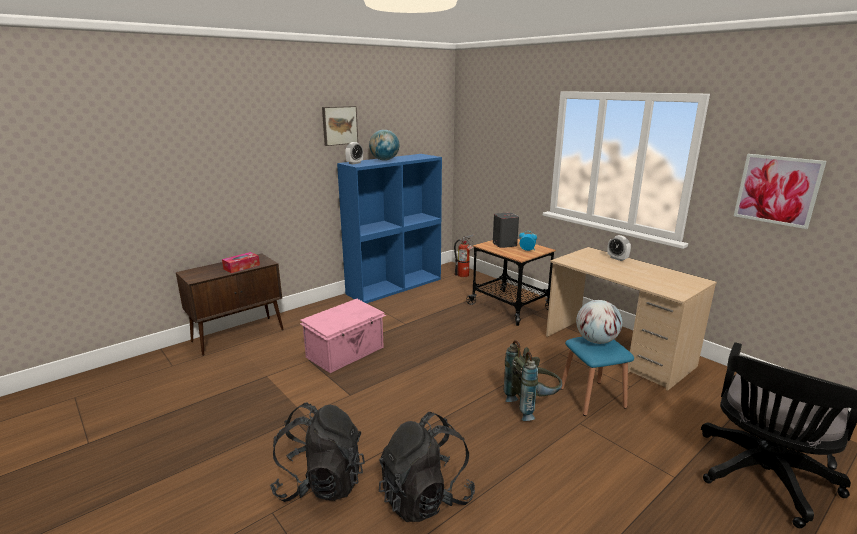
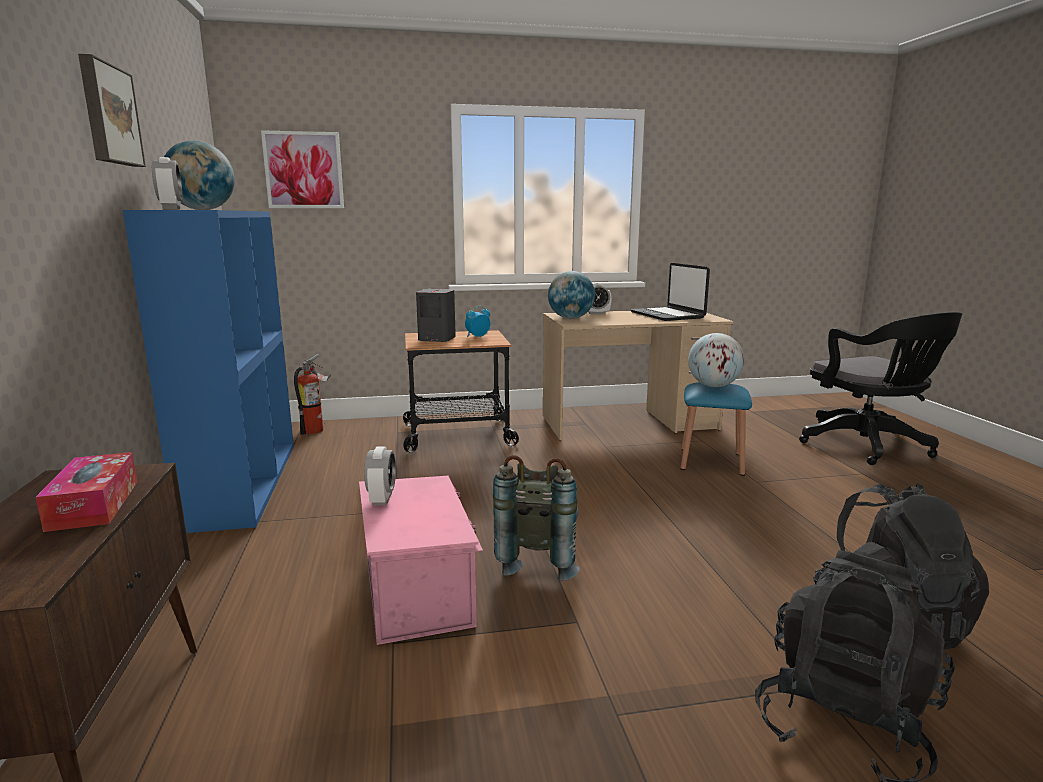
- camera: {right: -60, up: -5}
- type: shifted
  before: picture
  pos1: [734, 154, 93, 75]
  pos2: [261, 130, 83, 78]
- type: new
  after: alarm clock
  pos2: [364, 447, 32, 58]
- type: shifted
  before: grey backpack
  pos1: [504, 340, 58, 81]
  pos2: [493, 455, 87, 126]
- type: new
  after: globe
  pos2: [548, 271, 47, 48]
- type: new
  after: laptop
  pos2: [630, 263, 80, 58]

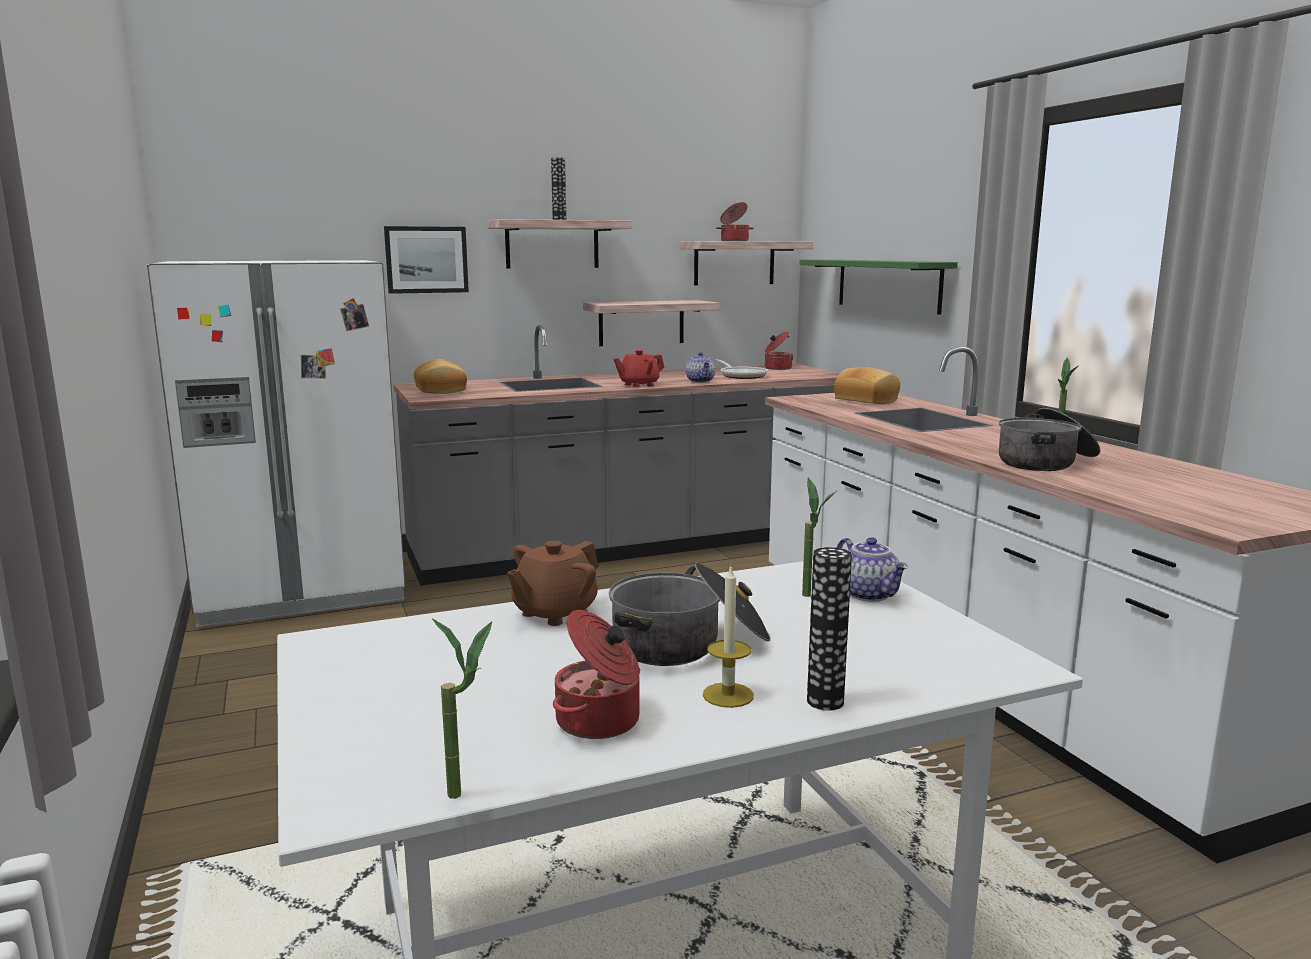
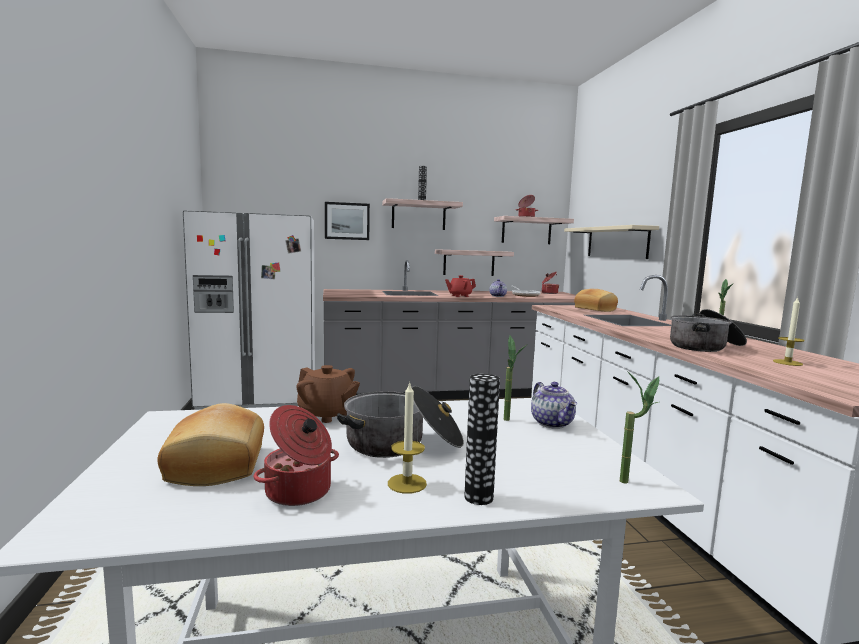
- camera: {right: 10, up: -5}
- type: shifted
  before: bread
  pos1: [414, 359, 53, 35]
  pos2: [157, 403, 107, 83]
- type: rotated
  before: brown teapot
  pos1: [507, 541, 91, 85]
  pos2: [296, 365, 64, 58]
  turn: -105
- type: repainted
  before: green shelf
  after: beige shelf
  pos1: [799, 259, 159, 56]
  pos2: [564, 225, 95, 34]
- type: shifted
  before: potted plant
  pos1: [432, 618, 60, 181]
  pos2: [620, 371, 39, 113]
- type: new
  after: candle
  pos2: [773, 297, 31, 69]

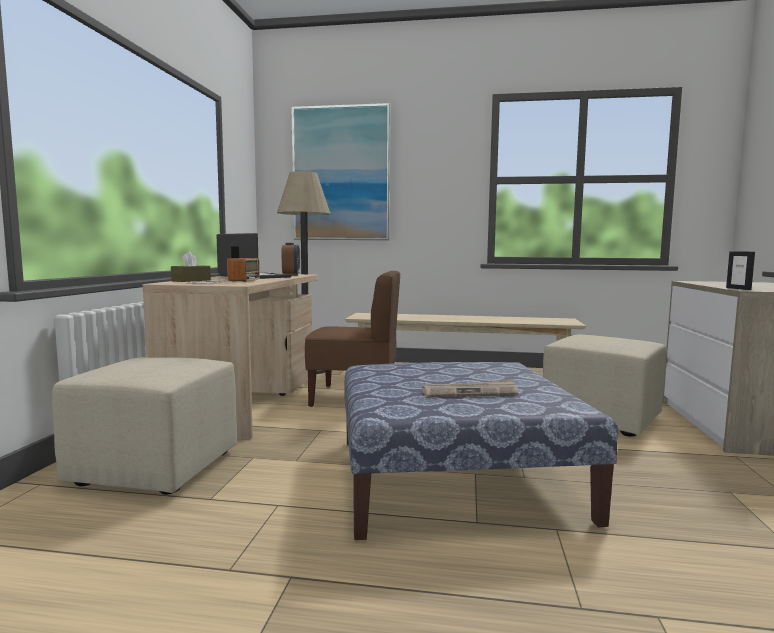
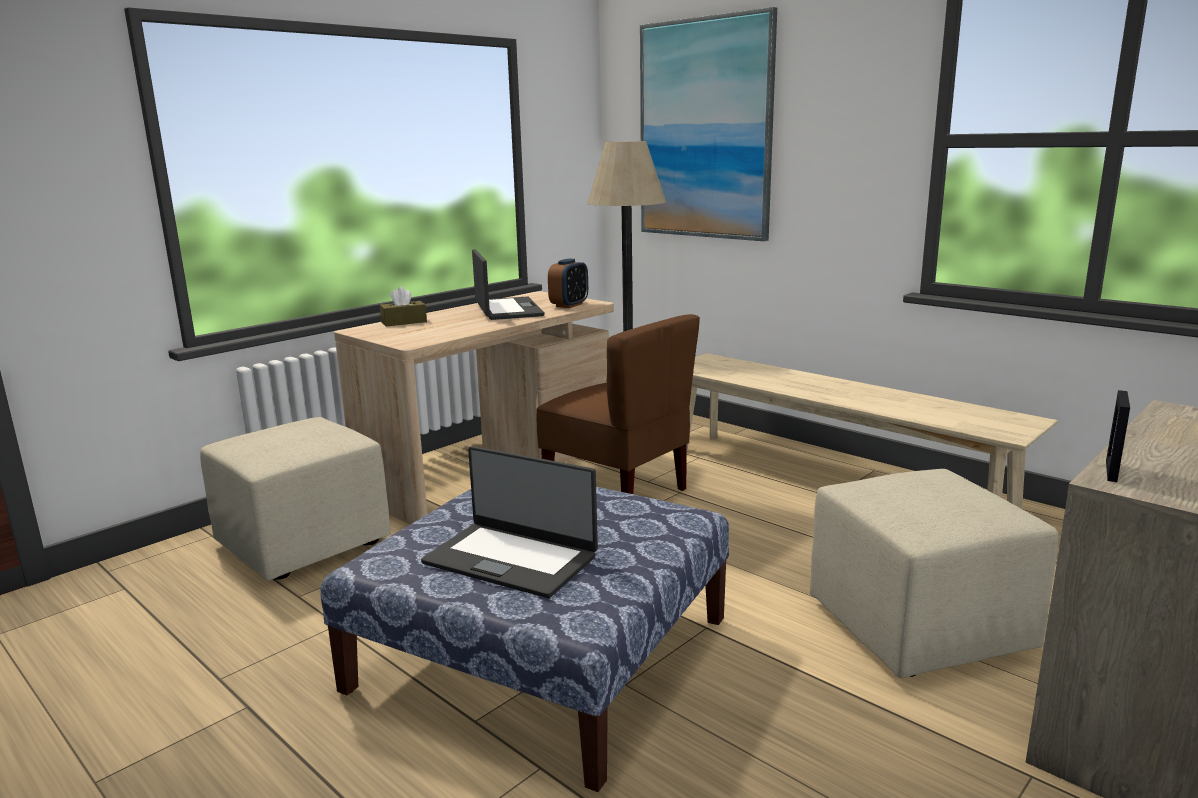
- camera: {right: 35, up: 10}
- type: swapped
  before: newspaper
  after: laptop
  pos1: [422, 379, 96, 18]
  pos2: [421, 446, 177, 152]
- type: gone
  before: radio
  pos1: [187, 258, 73, 26]

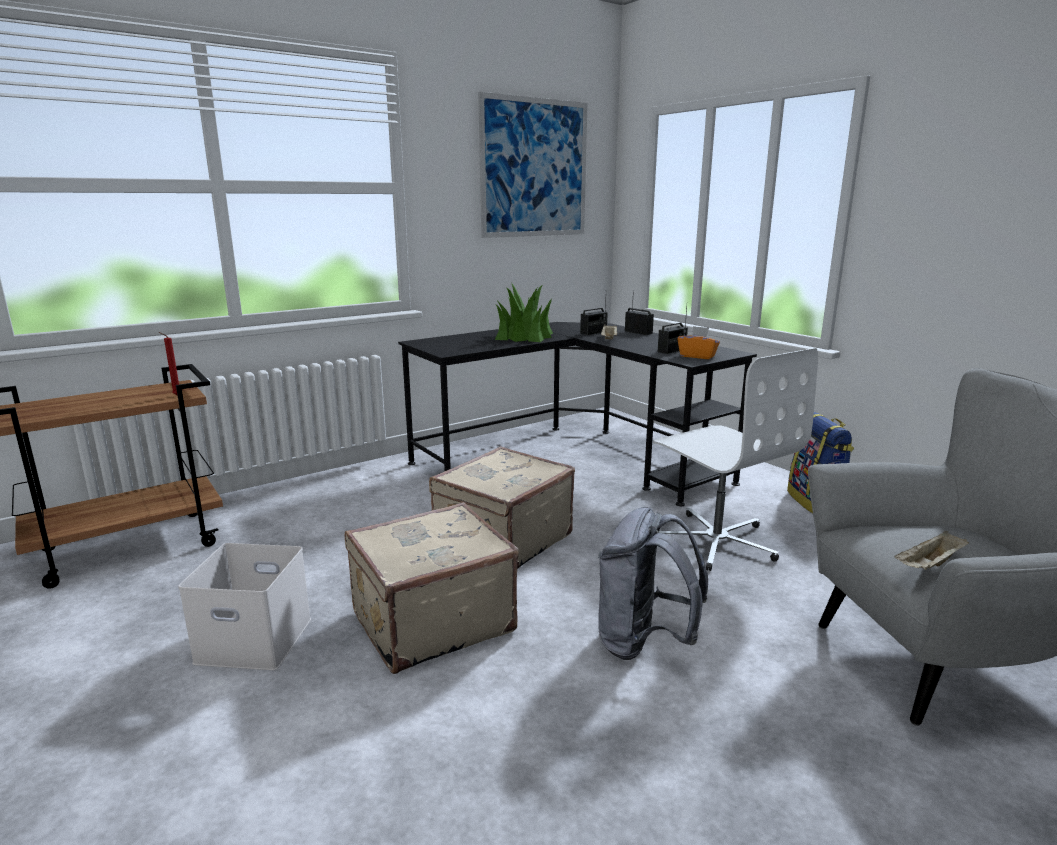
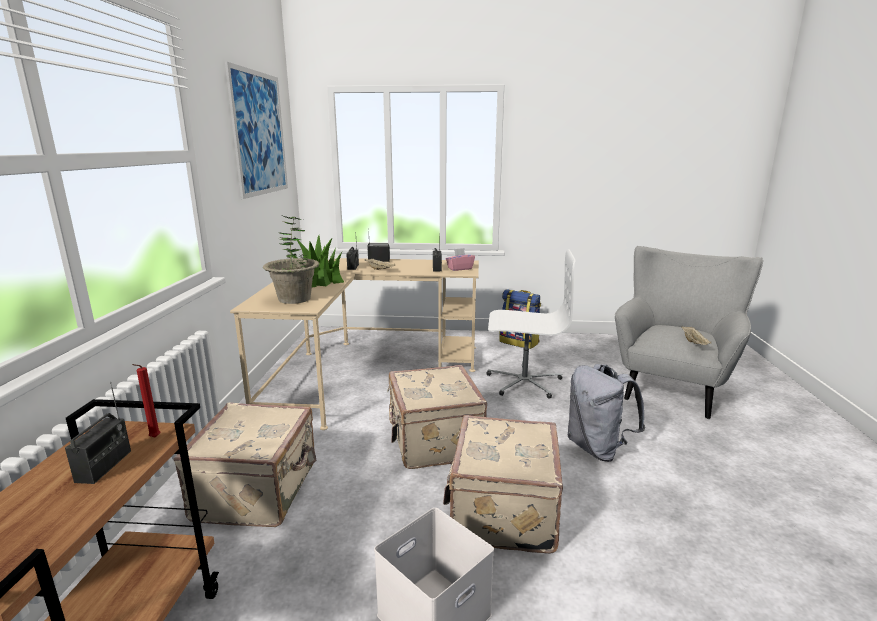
- camera: {right: -50, up: 0}
- type: new
  after: radio
  pos2: [65, 382, 66, 102]
- type: new
  after: beige suitcase
  pos2: [173, 402, 143, 125]
- type: repainted
  before: black desk
  after: beige desk
  pos1: [398, 322, 359, 184]
  pos2: [230, 258, 249, 172]
- type: new
  after: potted plant
  pos2: [263, 215, 56, 89]
- type: repainted
  before: orange tissue box
  after: pink tissue box
  pos1: [677, 326, 43, 33]
  pos2: [446, 248, 29, 23]

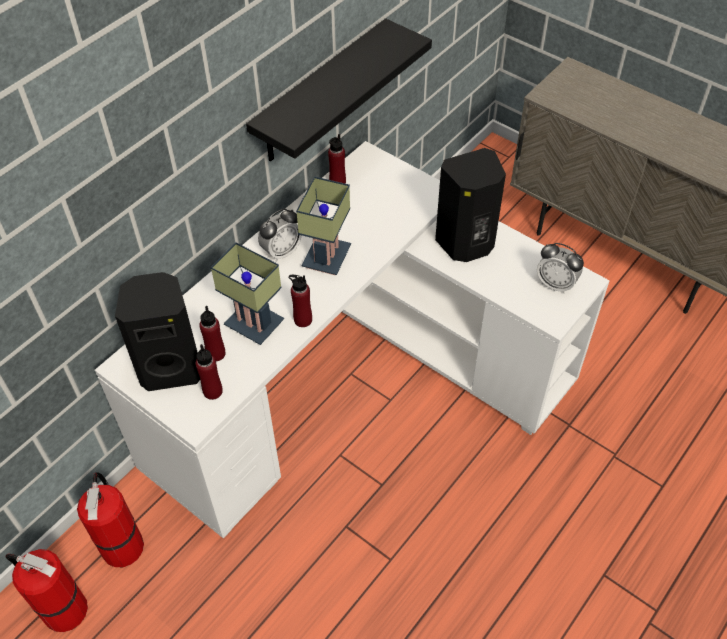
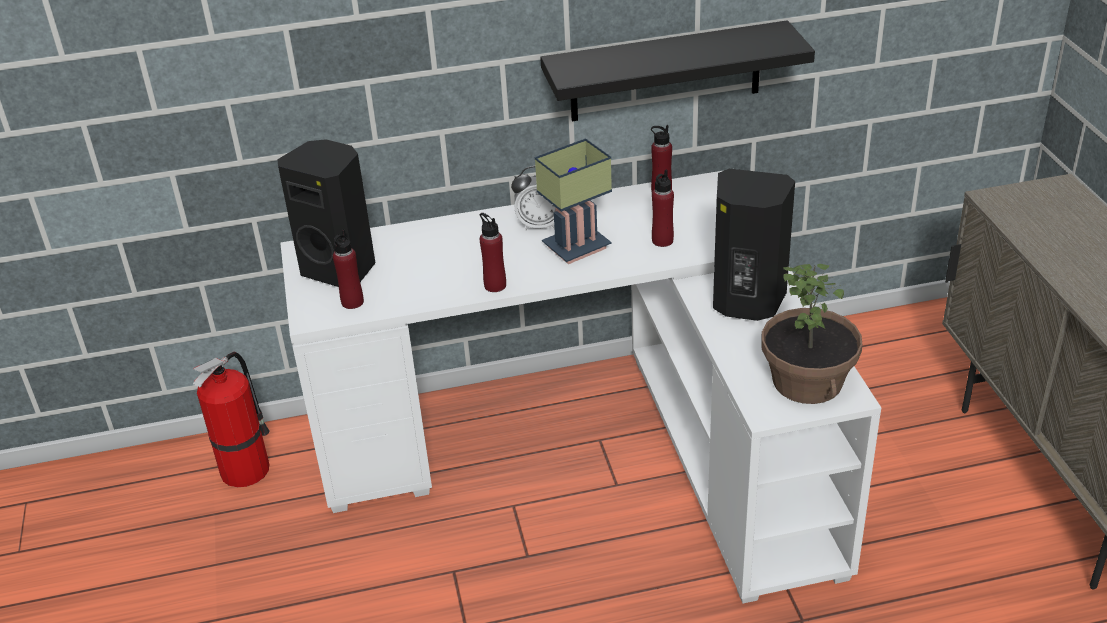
- camera: {right: 40, up: -15}
- type: shifted
  before: red bottle
  pos1: [199, 306, 26, 55]
  pos2: [652, 170, 22, 77]
- type: swapped
  before: alarm clock
  after: potted plant
  pos1: [537, 243, 47, 51]
  pos2: [761, 264, 101, 140]
- type: gone
  before: fire extinguisher
  pos1: [6, 549, 82, 83]
- type: gone
  before: table lamp
  pos1: [211, 243, 73, 102]

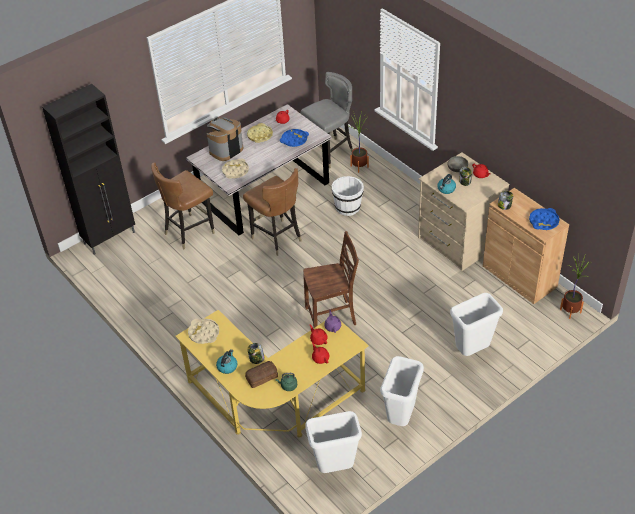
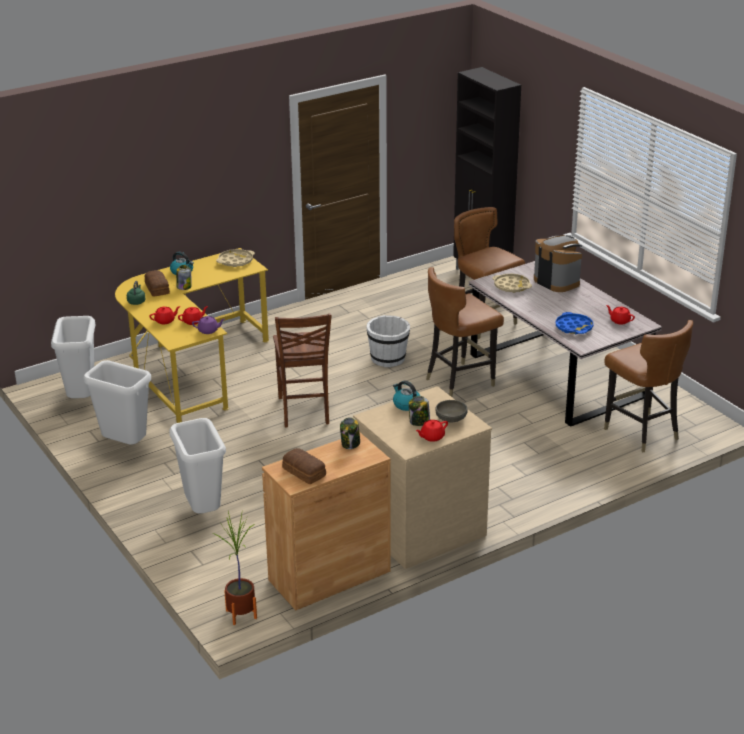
- camera: {right: 95, up: -15}
- type: swapped
  before: blue tray
  after: bread
  pos1: [529, 208, 31, 22]
  pos2: [282, 448, 44, 36]
- type: shifted
  before: white bucket
  pos1: [332, 176, 32, 40]
  pos2: [367, 315, 43, 52]
- type: repainted
  before: grey chair
  after: brown chair
  pos1: [301, 72, 52, 96]
  pos2: [604, 320, 89, 132]
- type: gone
  before: yellow tray
  pos1: [247, 123, 26, 20]
- type: gone
  before: potted plant
  pos1: [347, 115, 22, 58]

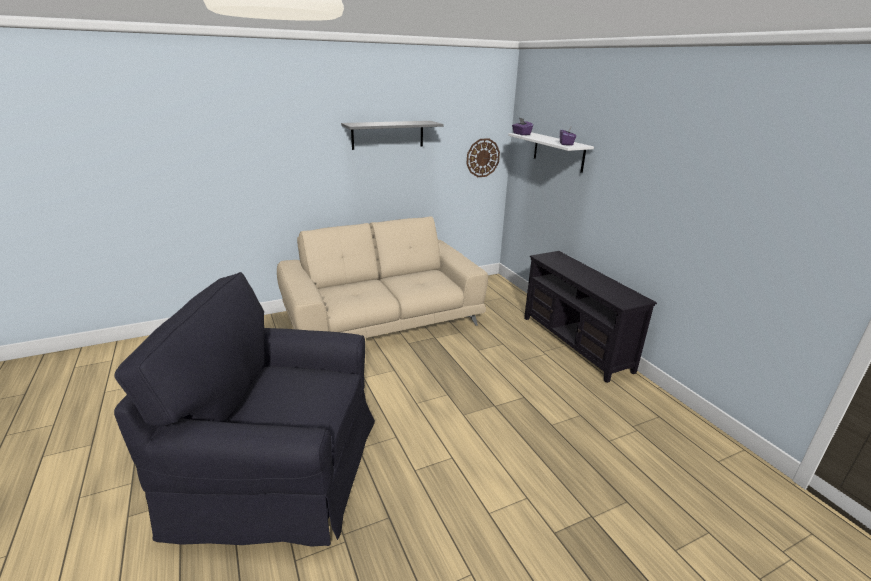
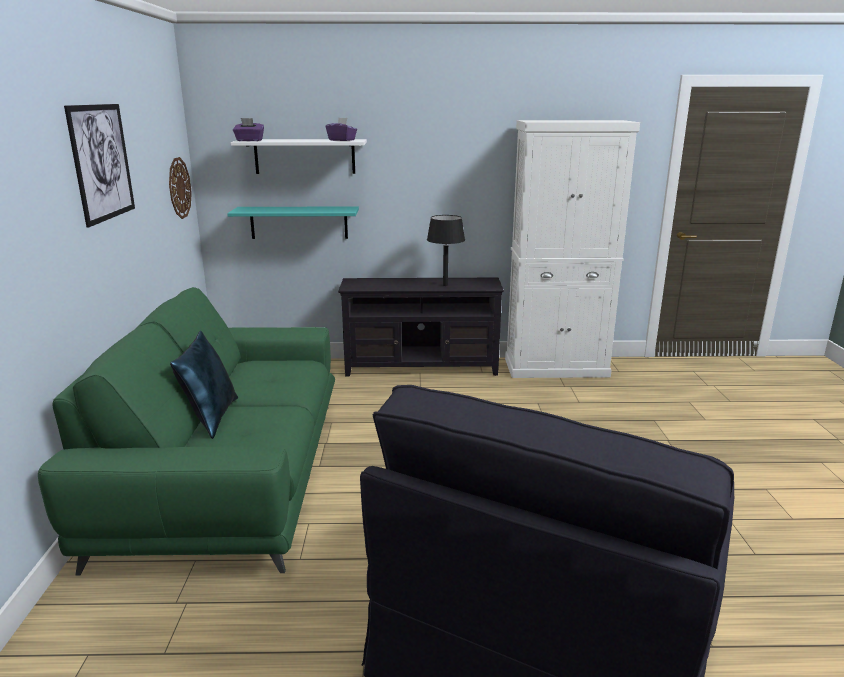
- camera: {right: -65, up: -5}
- type: repainted
  before: beige sofa
  after: green sofa
  pos1: [277, 216, 211, 122]
  pos2: [38, 287, 297, 289]
- type: swapped
  before: grey shelf
  after: picture
  pos1: [341, 121, 103, 29]
  pos2: [64, 104, 71, 123]
- type: new
  after: blue pillow
  pos2: [170, 331, 68, 108]
- type: new
  after: turquoise shelf
  pos2: [227, 206, 132, 33]
- type: new
  after: black table lamp
  pos2: [427, 215, 38, 71]
- type: new
  after: white cabinet
  pos2: [505, 120, 135, 258]

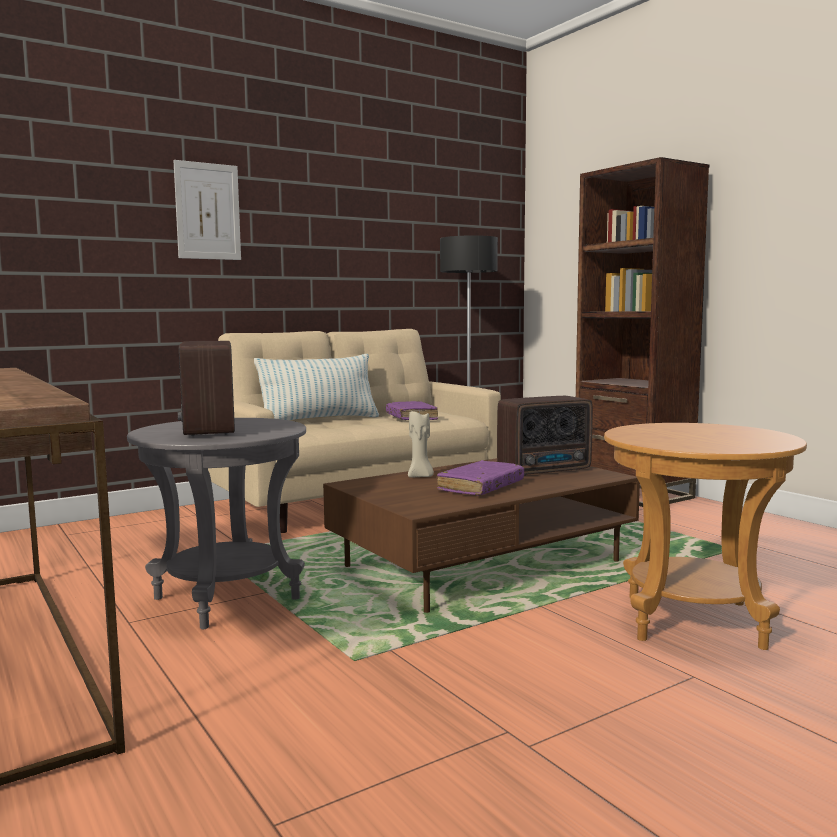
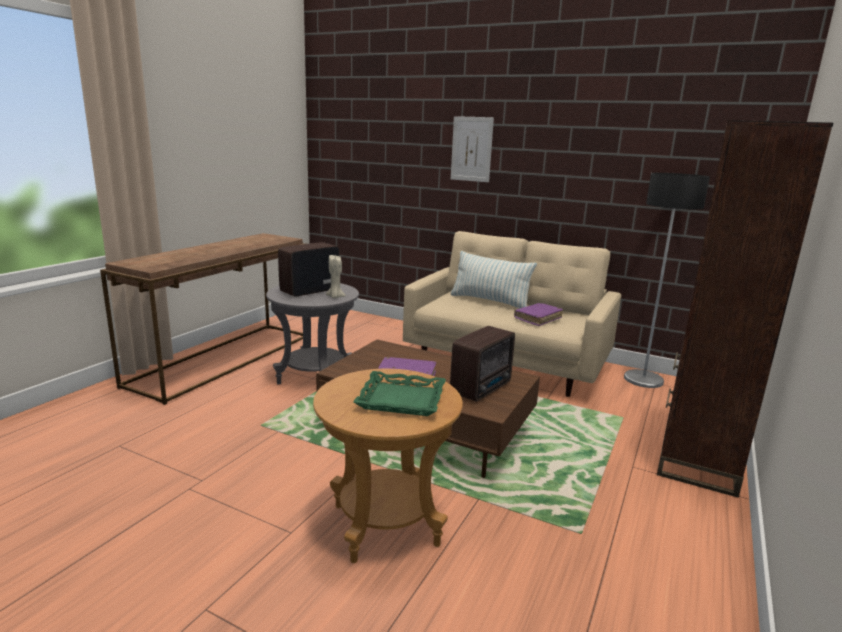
- camera: {right: 60, up: 10}
- type: shifted
  before: beige candle
  pos1: [408, 409, 26, 69]
  pos2: [326, 255, 20, 43]
- type: new
  after: green tray
  pos2: [353, 371, 93, 45]
- type: rotated
  before: radio
  pos1: [497, 396, 96, 80]
  pos2: [450, 326, 65, 76]
  turn: -90

